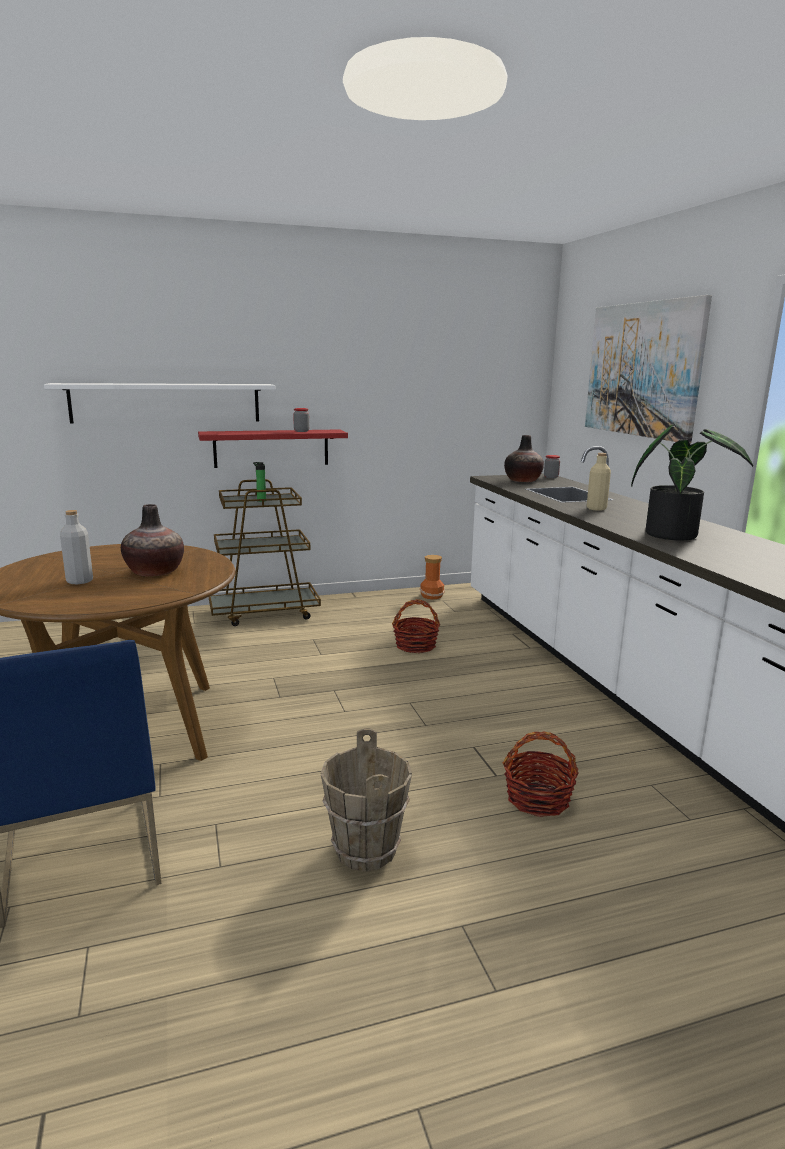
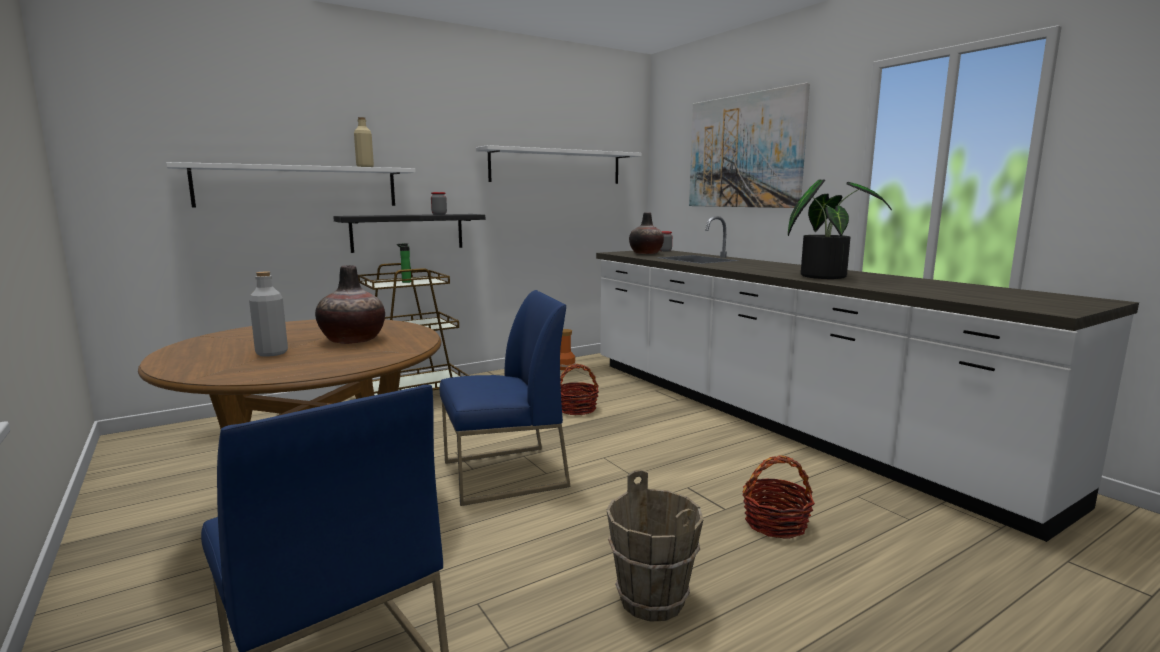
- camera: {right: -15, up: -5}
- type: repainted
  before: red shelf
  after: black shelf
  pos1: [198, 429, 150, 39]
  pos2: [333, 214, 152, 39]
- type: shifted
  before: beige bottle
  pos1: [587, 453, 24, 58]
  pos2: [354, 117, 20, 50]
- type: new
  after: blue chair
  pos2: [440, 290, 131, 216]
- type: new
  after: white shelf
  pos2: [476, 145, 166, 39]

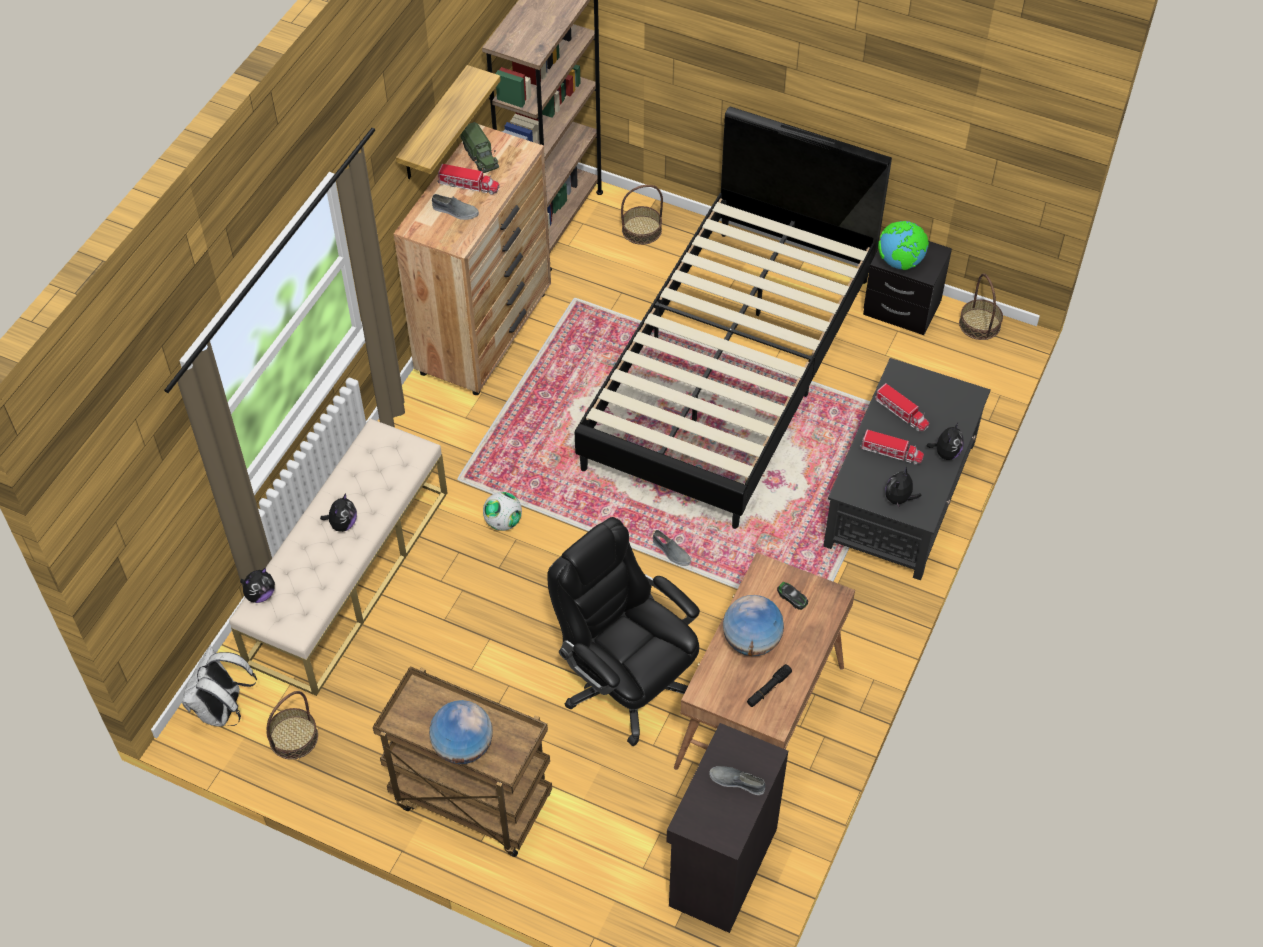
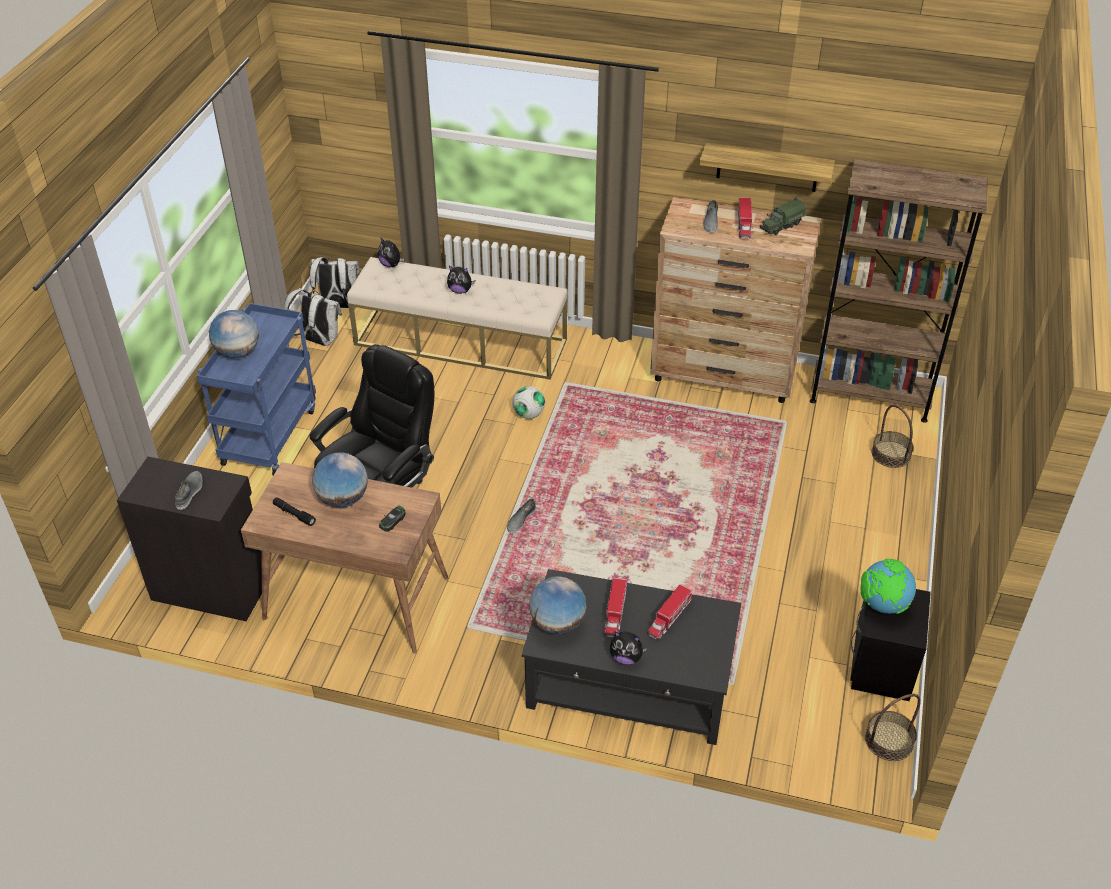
- camera: {right: 80, up: -10}
- type: repainted
  before: brown cart
  after: blue cart
  pos1: [373, 666, 179, 191]
  pos2: [197, 303, 119, 172]
- type: swapped
  before: basket
  after: white backpack
  pos1: [267, 691, 51, 68]
  pos2: [284, 288, 58, 58]
- type: swapped
  before: plush toy
  after: globe
  pos1: [885, 467, 37, 42]
  pos2: [529, 576, 57, 58]
- type: gone
  before: black bed
  pos1: [575, 106, 317, 423]

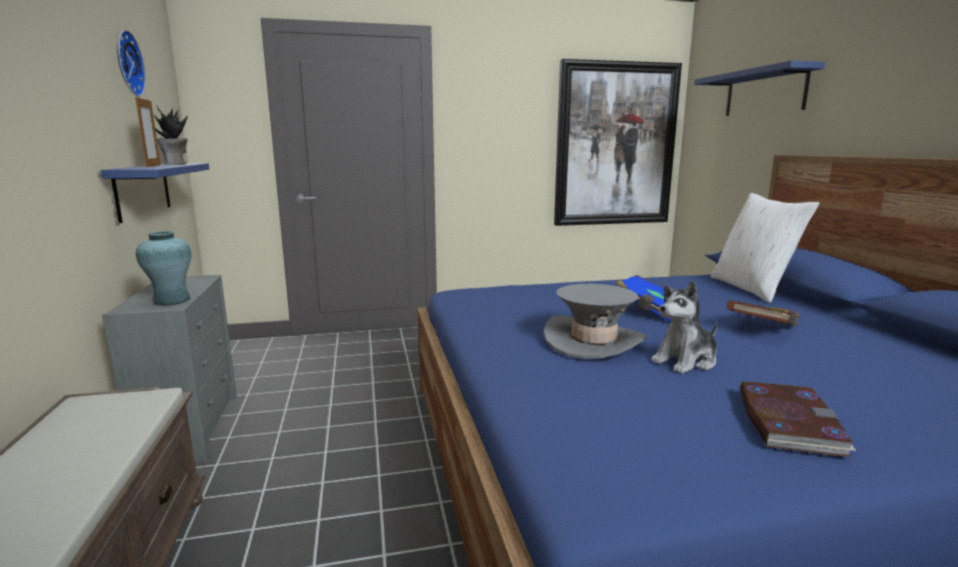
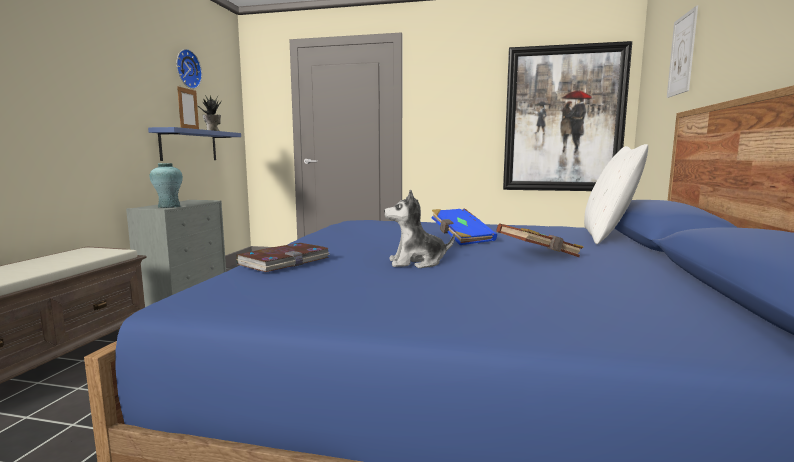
- camera: {right: 25, up: -5}
- type: shifted
  before: book
  pos1: [740, 381, 116, 76]
  pos2: [236, 243, 93, 29]
- type: swapped
  before: blue shelf
  after: picture
  pos1: [694, 60, 131, 56]
  pos2: [667, 6, 31, 92]
- type: gone
  before: grey hat
  pos1: [544, 284, 103, 75]

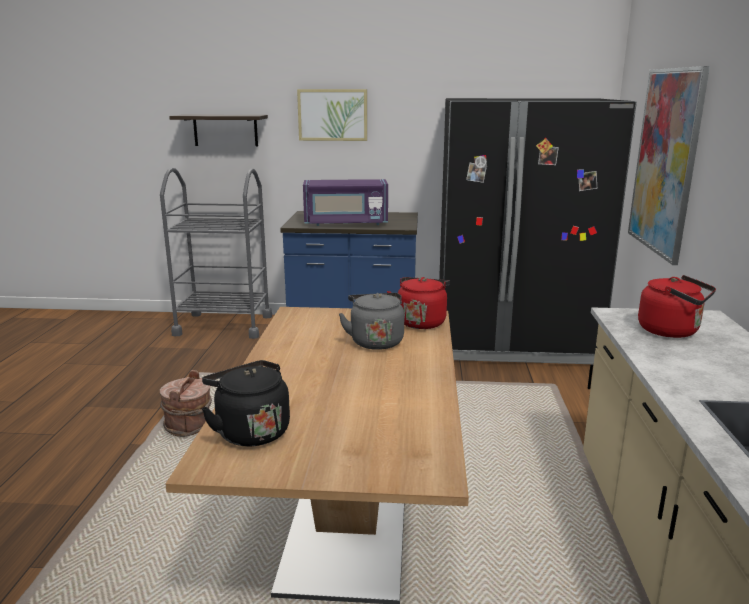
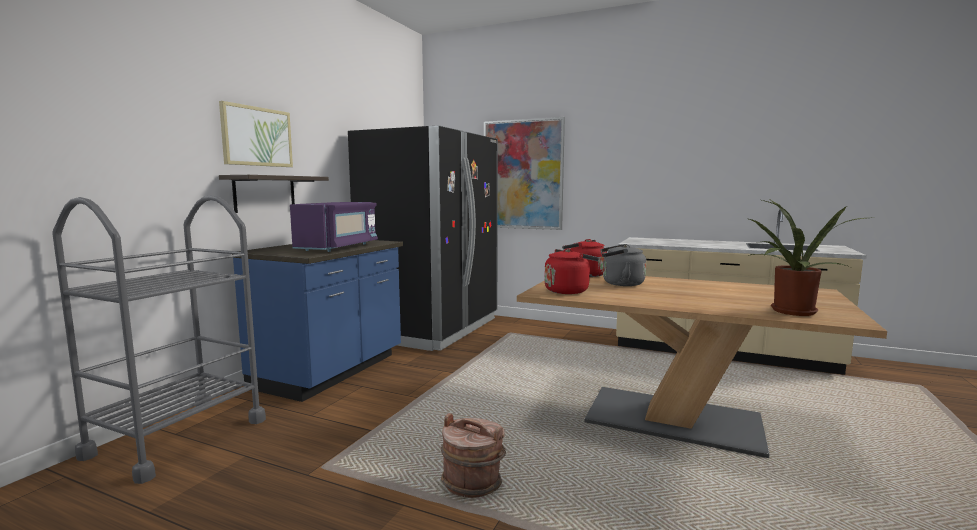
- camera: {right: -70, up: -10}
- type: shifted
  before: shelf
  pos1: [169, 114, 99, 32]
  pos2: [219, 175, 110, 38]
- type: shifted
  before: red kettle
  pos1: [638, 275, 78, 63]
  pos2: [545, 248, 54, 46]
- type: swapped
  before: black kettle
  after: potted plant
  pos1: [201, 360, 89, 87]
  pos2: [745, 200, 121, 116]

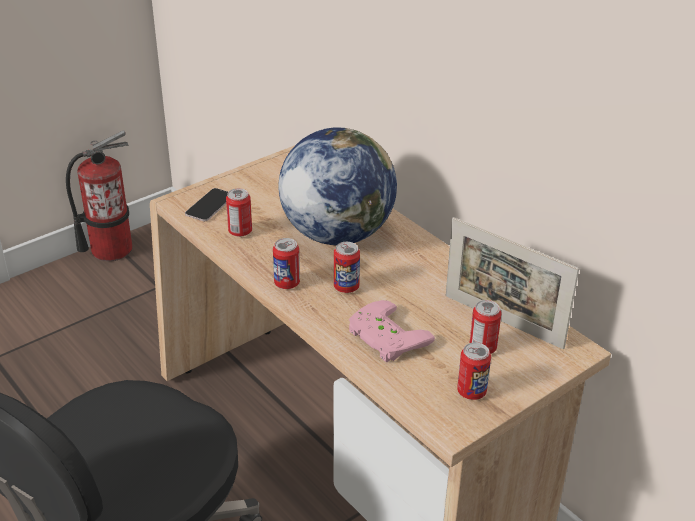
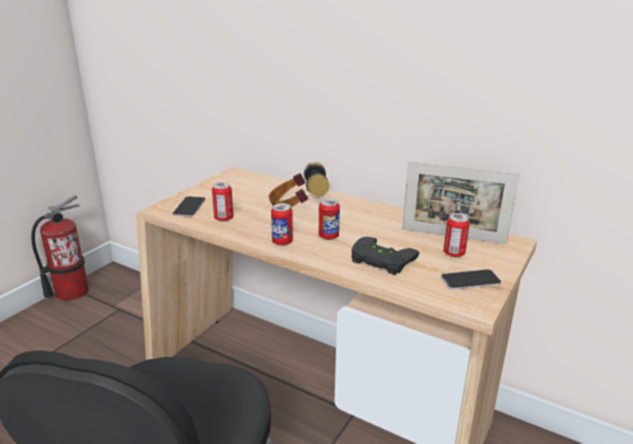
- camera: {right: -20, up: -10}
- type: swapped
  before: globe
  after: headphones
  pos1: [279, 128, 118, 117]
  pos2: [268, 162, 61, 45]
- type: repainted
  before: pink game controller
  after: black game controller
  pos1: [349, 300, 86, 62]
  pos2: [351, 237, 68, 38]
- type: swapped
  before: can
  after: phone
  pos1: [457, 342, 34, 58]
  pos2: [441, 269, 60, 21]

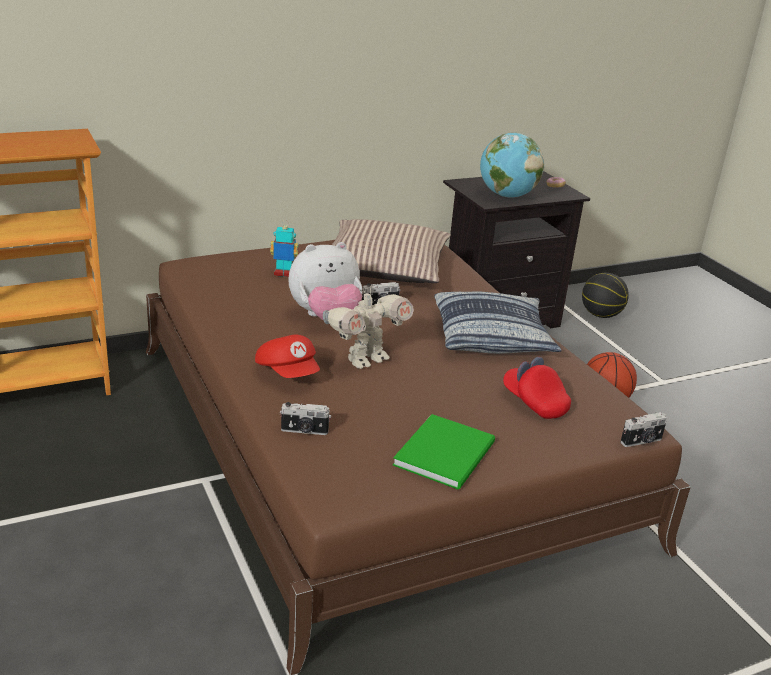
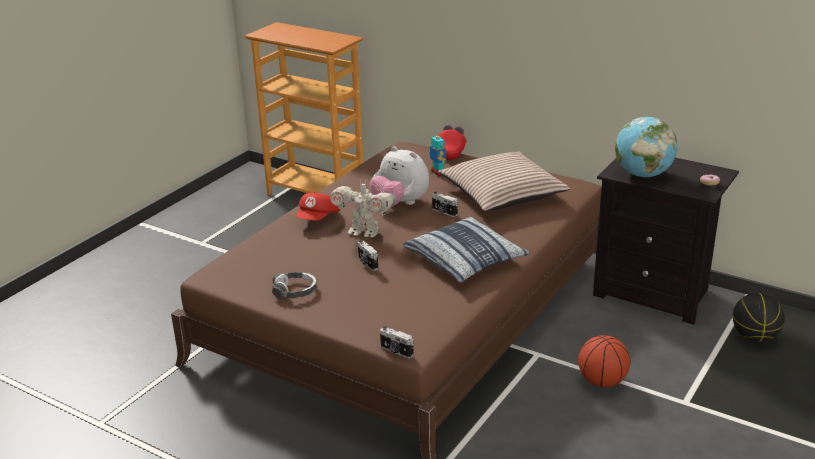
- camera: {right: 60, up: 0}
- type: swapped
  before: green book
  after: headphones
  pos1: [393, 414, 102, 76]
  pos2: [272, 272, 45, 26]
- type: shifted
  before: photo camera
  pos1: [280, 402, 51, 33]
  pos2: [358, 240, 20, 31]
- type: shifted
  before: red cap
  pos1: [503, 357, 68, 62]
  pos2: [437, 125, 30, 35]

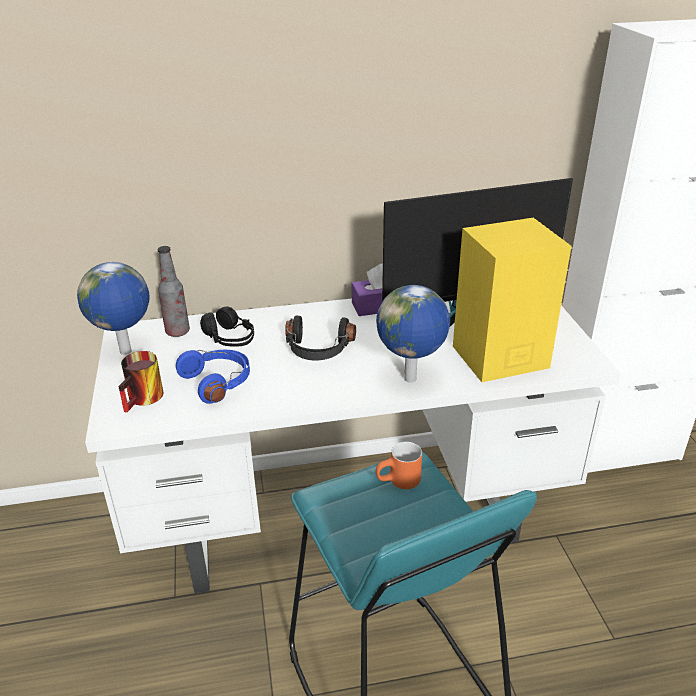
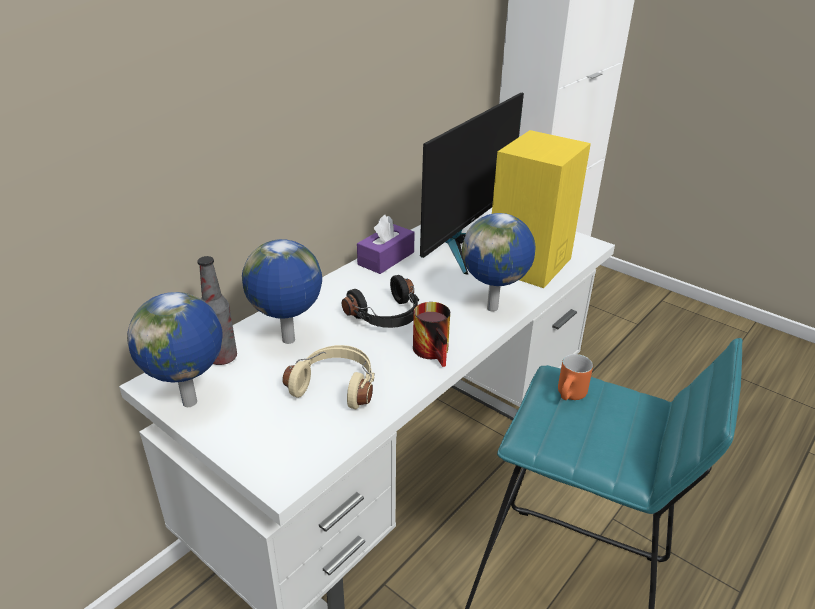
- camera: {right: -40, up: 0}
- type: swapped
  before: black headphones
  after: globe
  pos1: [200, 306, 54, 41]
  pos2: [242, 239, 80, 105]
- type: repainted
  before: blue headphones
  after: beige headphones
  pos1: [176, 350, 74, 54]
  pos2: [282, 345, 93, 64]
- type: shifted
  before: mug
  pos1: [118, 351, 45, 62]
  pos2: [413, 302, 37, 65]

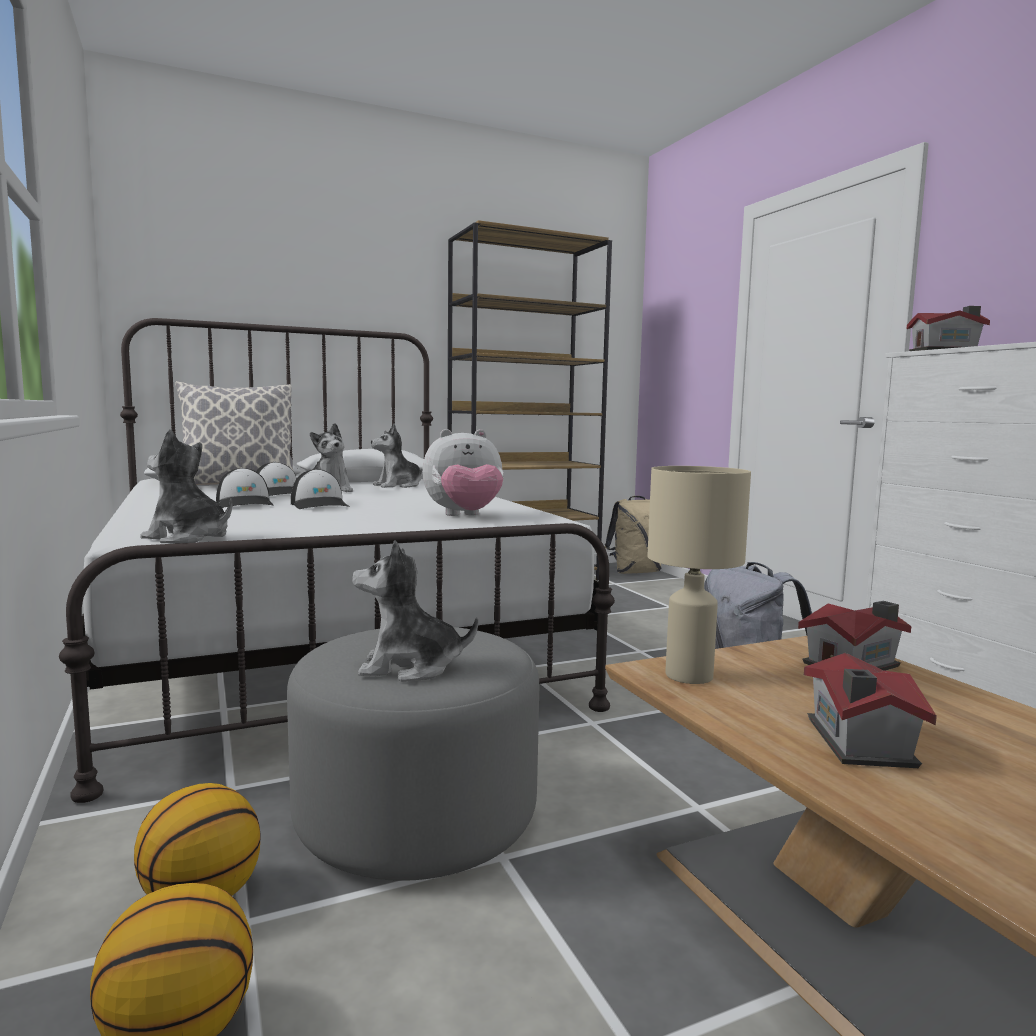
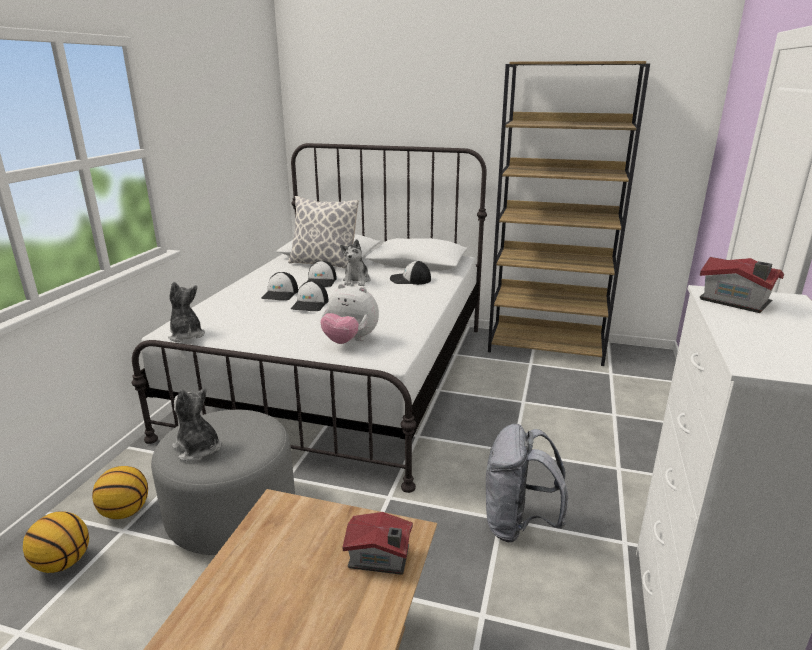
- camera: {right: 40, up: 15}
- type: swapped
  before: plush toy
  after: cap
  pos1: [371, 423, 52, 65]
  pos2: [390, 261, 41, 24]
- type: gone
  before: beige backpack
  pos1: [605, 496, 57, 78]
- type: gone
  before: beige table lamp
  pos1: [648, 466, 103, 218]
- type: gone
  before: toy house
  pos1: [804, 653, 133, 115]

